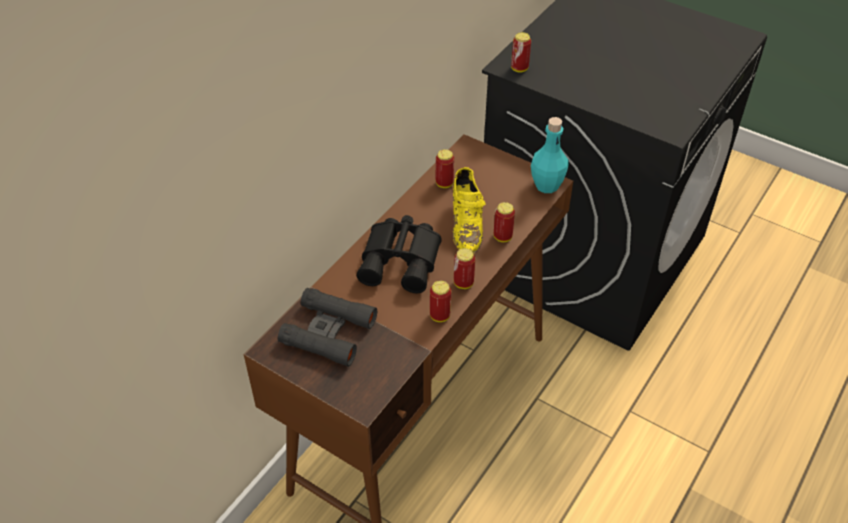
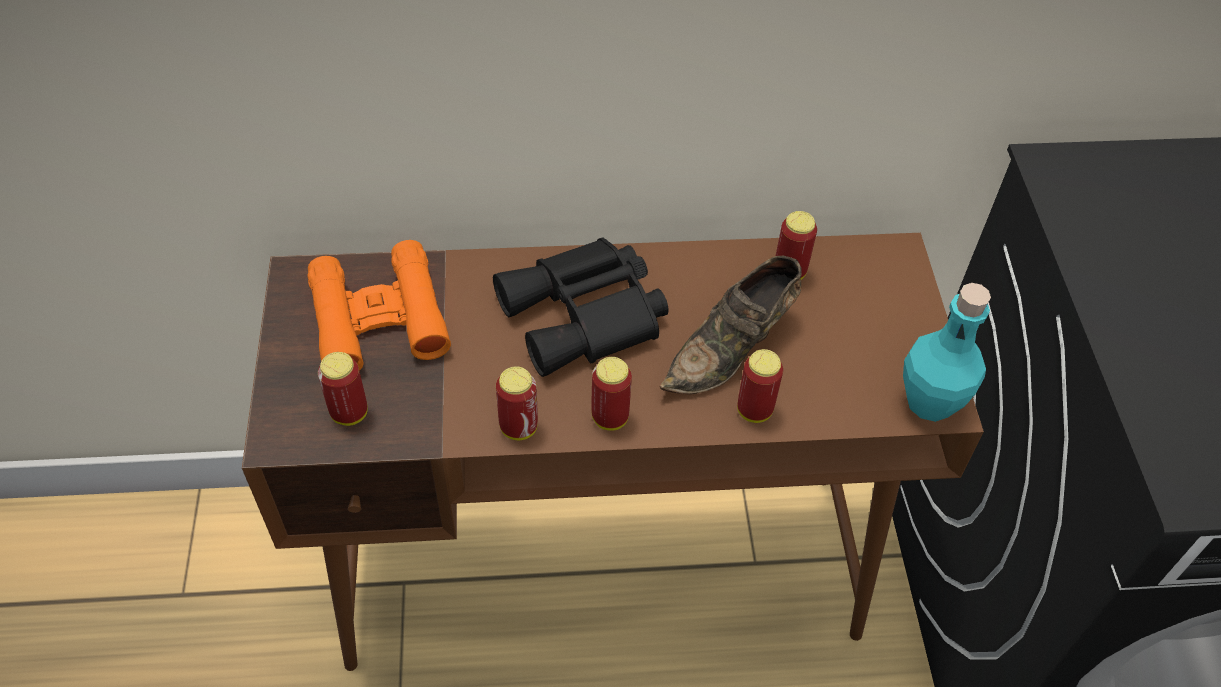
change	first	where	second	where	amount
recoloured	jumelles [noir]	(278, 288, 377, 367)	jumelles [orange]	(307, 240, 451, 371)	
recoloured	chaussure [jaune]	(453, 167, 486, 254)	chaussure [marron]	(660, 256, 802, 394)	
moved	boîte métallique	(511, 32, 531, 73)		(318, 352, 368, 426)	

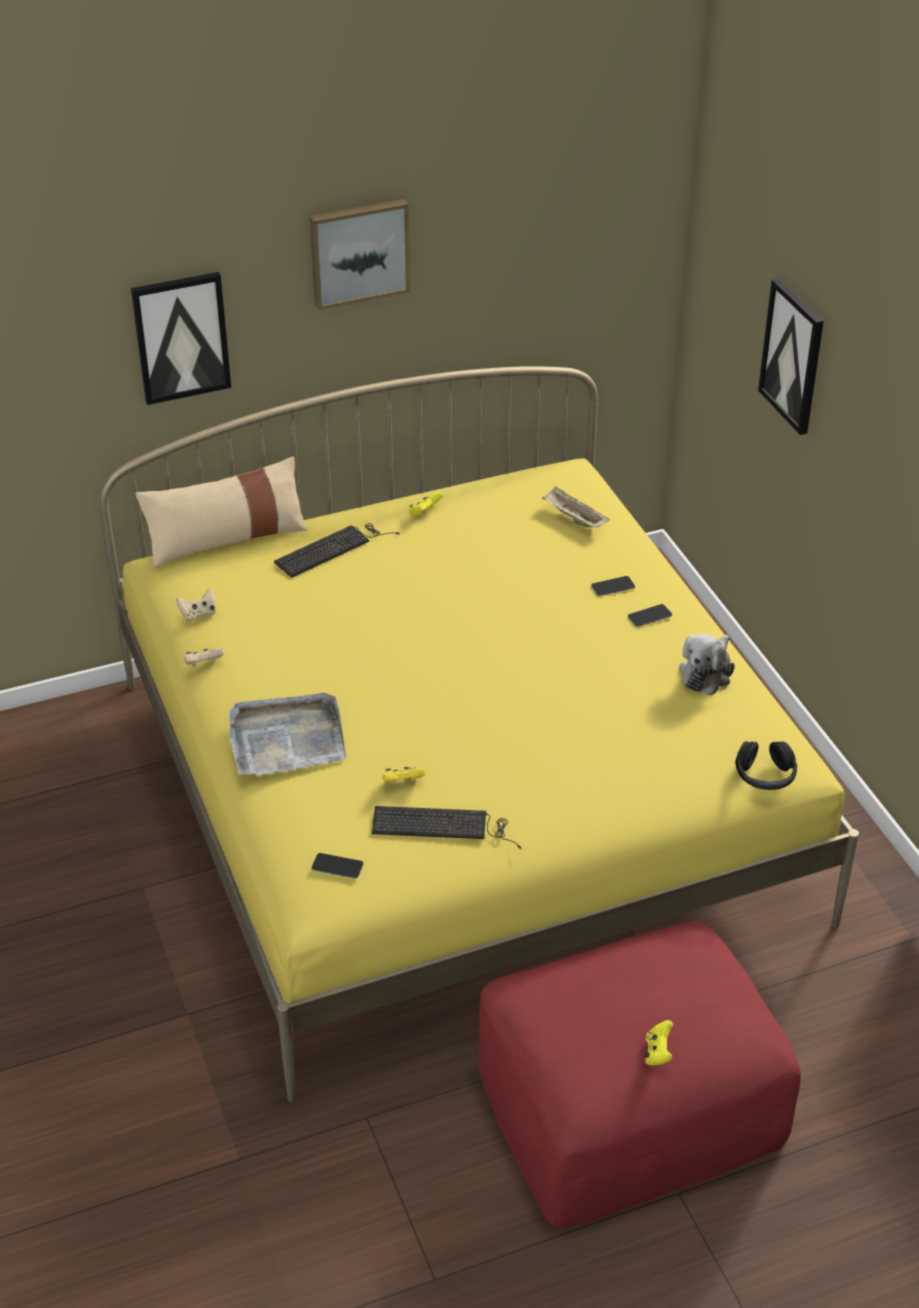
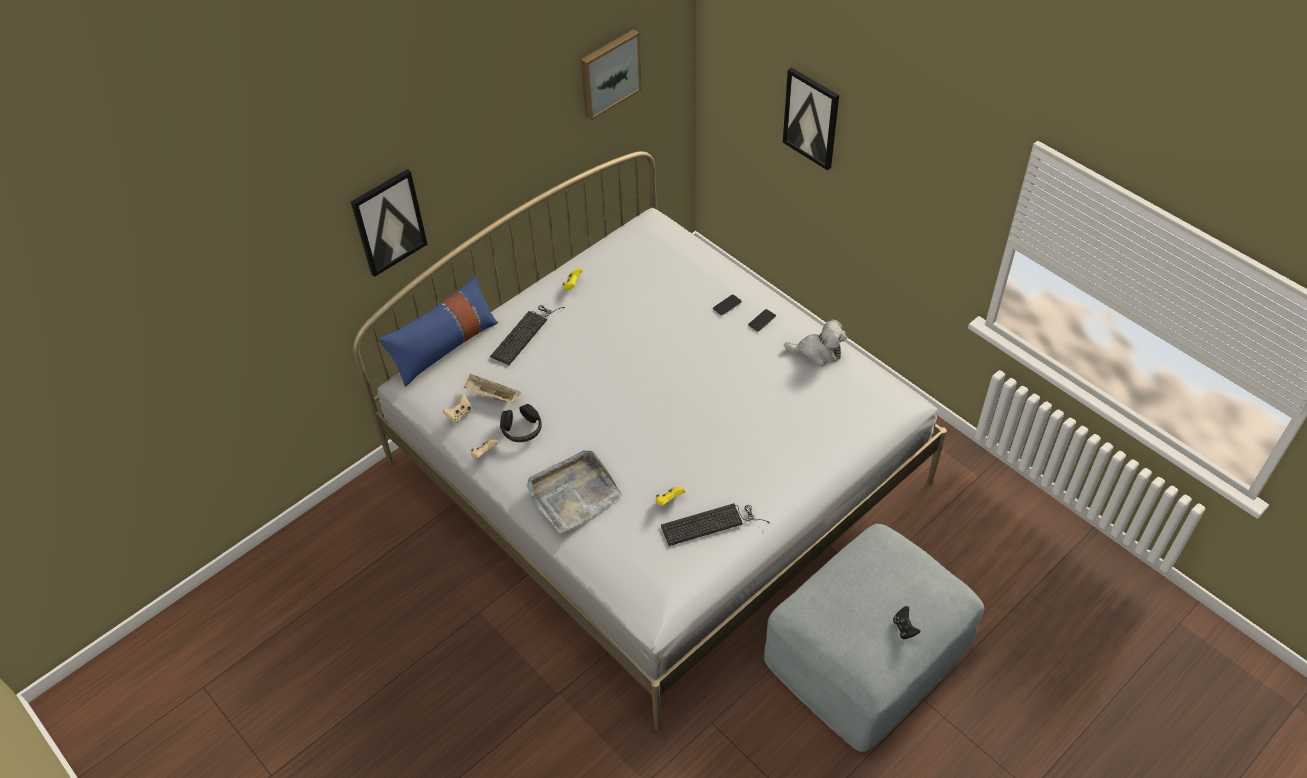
change	first	where	second	where	amount
recoloured	lit [jaune]	(99, 366, 859, 1102)	lit [blanc]	(352, 151, 947, 731)	
recoloured	coussin [beige]	(135, 456, 308, 568)	coussin [bleu]	(378, 275, 498, 387)	
moved	tableau	(310, 199, 410, 310)		(581, 29, 642, 120)	
removed	téléphone	(312, 853, 363, 879)			
recoloured	pouf [rouge]	(479, 922, 801, 1228)	pouf [gris]	(764, 524, 984, 752)	
moved	plateau [beige]	(542, 487, 610, 528)		(464, 374, 521, 403)	
recoloured	manette [jaune]	(645, 1020, 673, 1066)	manette [noir]	(893, 606, 920, 639)	
turned	peluche	(679, 634, 735, 695)		(784, 320, 847, 366)	90 degrees counterclockwise
moved	casque audio [noir]	(735, 741, 797, 790)		(500, 404, 542, 442)	

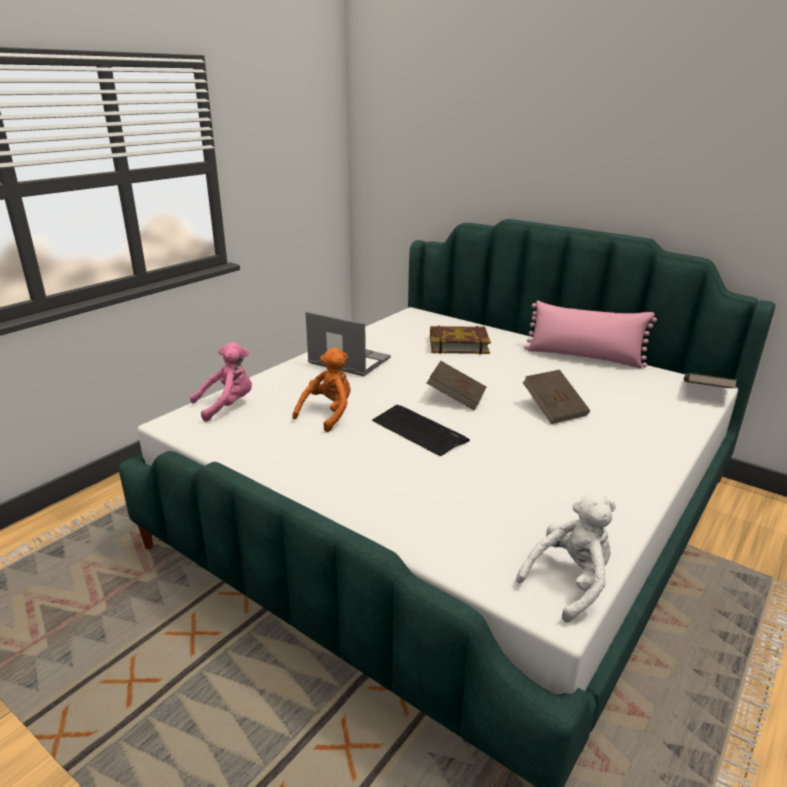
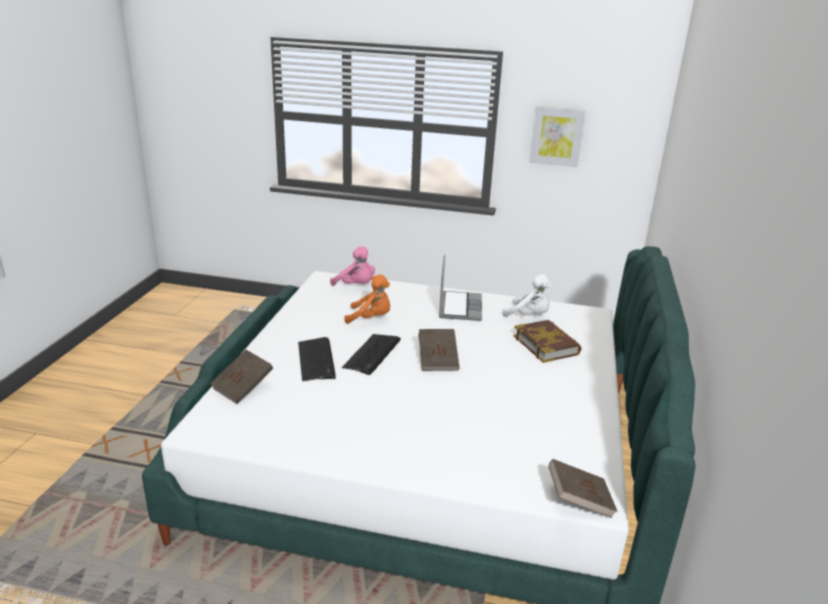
change	first	where	second	where	amount
moved	peluche [blanc]	(516, 492, 616, 623)		(503, 274, 551, 317)	
moved	livre [marron]	(523, 370, 590, 424)		(210, 350, 273, 404)	
removed	coussin [rose]	(524, 300, 657, 369)			
added			clavier	(298, 337, 336, 381)	
added			tableau	(529, 106, 586, 167)	

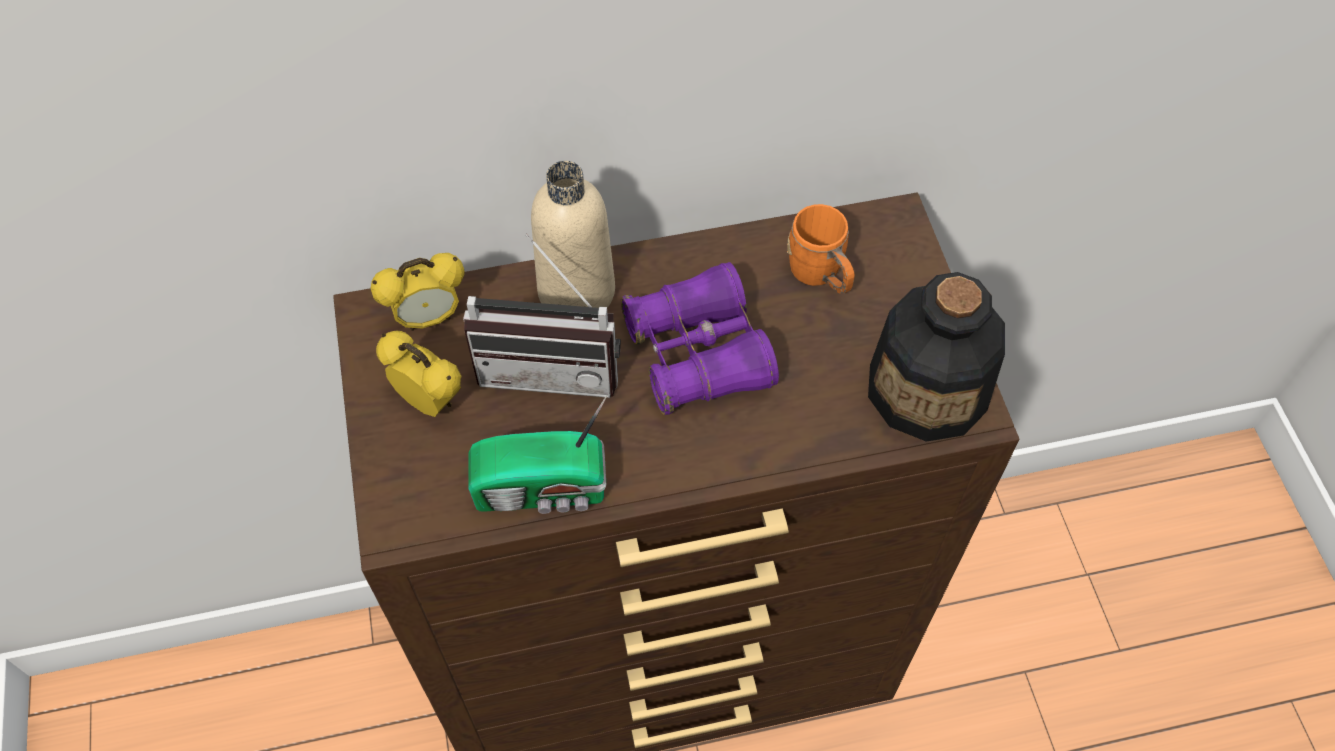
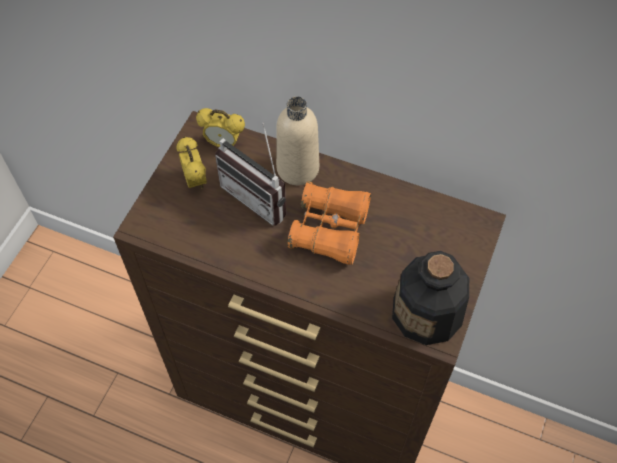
change	first	where	second	where	amount
removed	radio	(468, 395, 608, 514)			
recoloured	jumelles [violet]	(621, 262, 779, 415)	jumelles [orange]	(288, 181, 371, 265)	
removed	mug [orange]	(787, 204, 855, 294)			

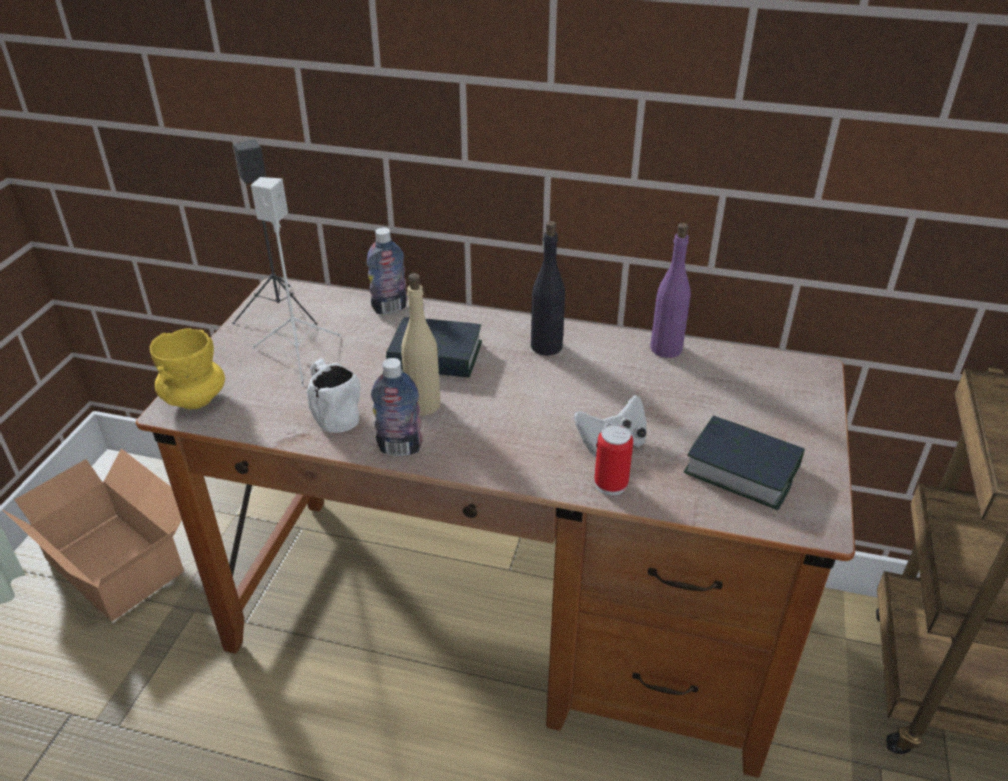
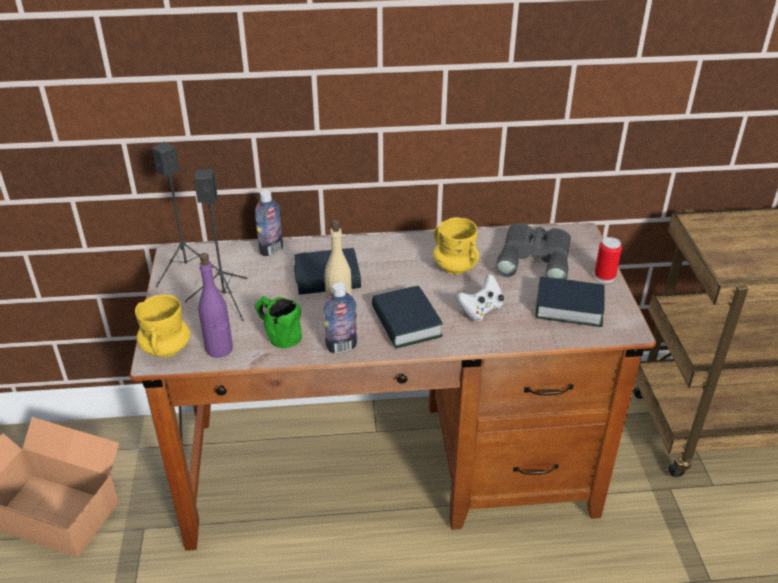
change	first	where	second	where	amount
recoloured	enceinte [blanc]	(251, 177, 341, 386)	enceinte [noir]	(185, 169, 248, 321)	
recoloured	mug [blanc]	(307, 358, 360, 433)	mug [vert]	(255, 296, 302, 348)	
removed	bouteille [noir]	(531, 221, 565, 356)			
moved	boîte métallique	(594, 424, 633, 495)		(594, 237, 622, 283)	
moved	bouteille [violet]	(650, 223, 691, 358)		(198, 253, 233, 358)	
added			livre	(372, 286, 443, 349)	
added			mug [jaune]	(433, 217, 479, 274)	
added			jumelles [gris]	(495, 223, 571, 279)	

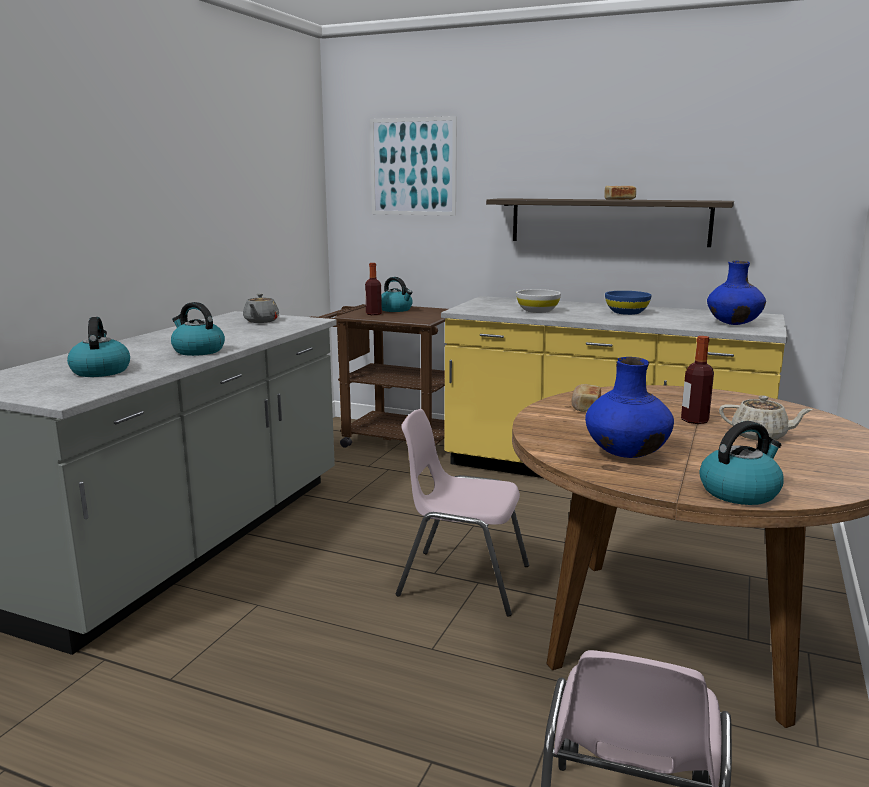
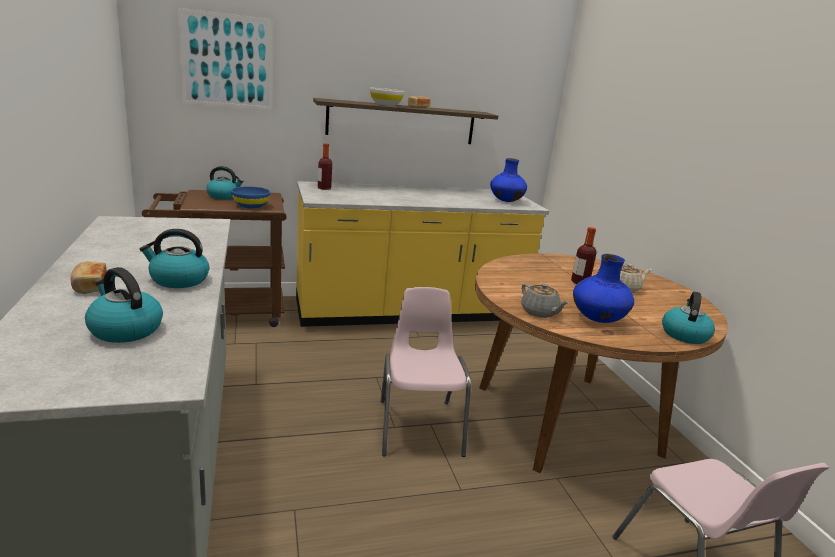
change	first	where	second	where	amount
moved	théière [gris]	(243, 294, 279, 323)		(521, 283, 568, 318)	
moved	bouteille	(365, 263, 382, 315)		(318, 143, 332, 190)	
turned	chaise [rose]	(396, 409, 529, 617)		(380, 287, 471, 457)	105 degrees clockwise
moved	bol [blanc]	(516, 289, 561, 313)		(370, 88, 404, 106)	
moved	pain	(572, 384, 601, 412)		(71, 261, 107, 294)	
moved	bol [bleu]	(605, 291, 652, 315)		(231, 186, 270, 208)	

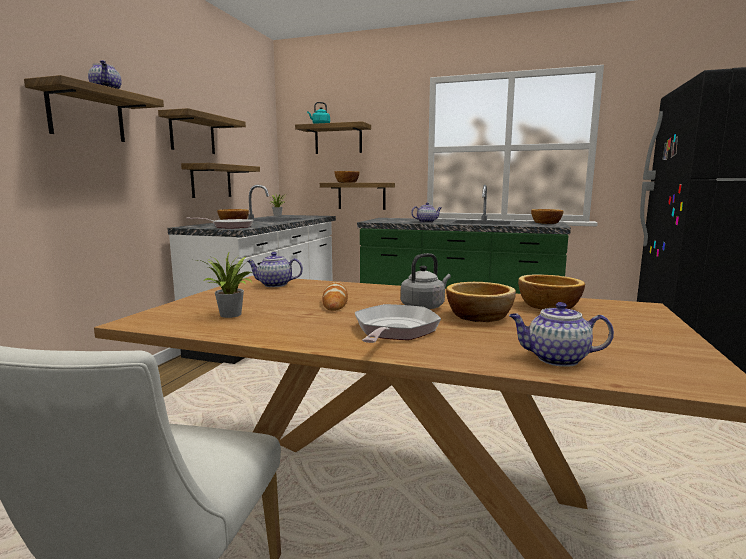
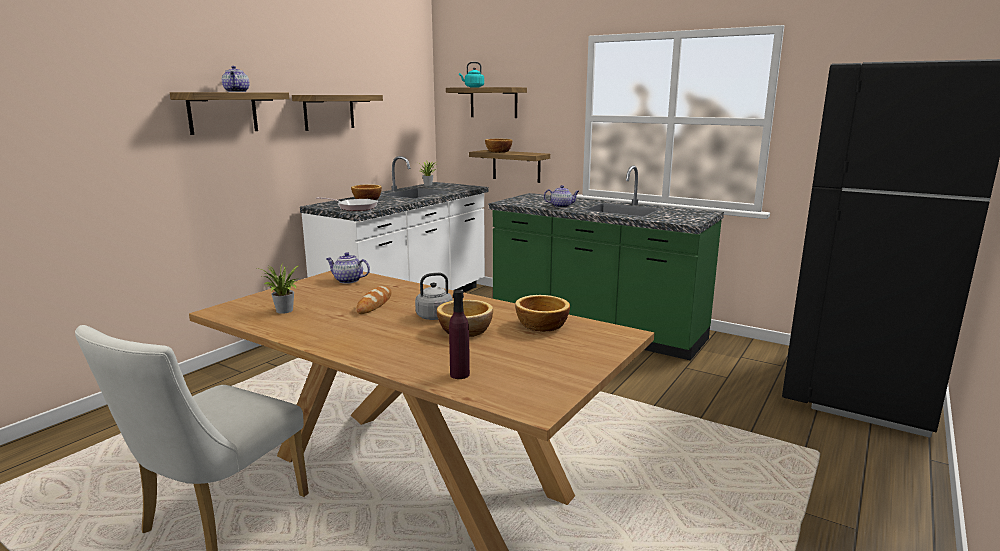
change	first	where	second	where	amount
removed	étagère	(181, 163, 260, 198)			
removed	poêle	(355, 304, 441, 343)			
replaced	théière	(509, 302, 614, 367)	bouteille [violet]	(449, 290, 470, 379)	
removed	bol	(531, 209, 563, 224)			

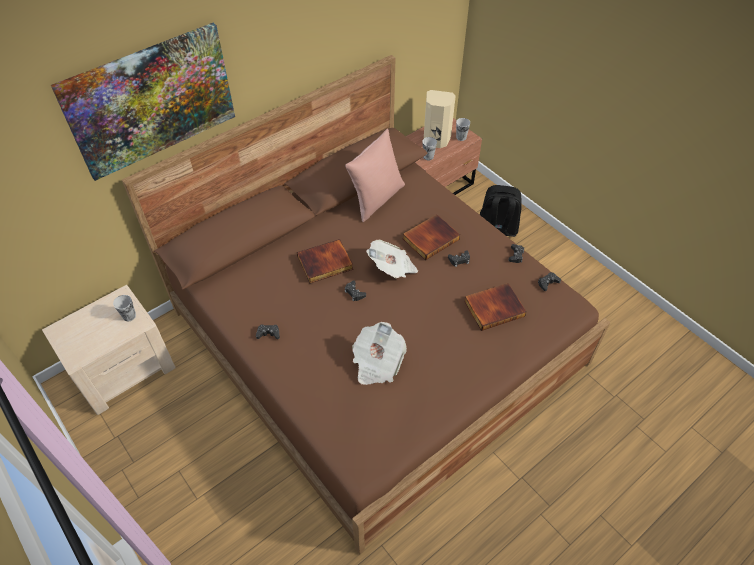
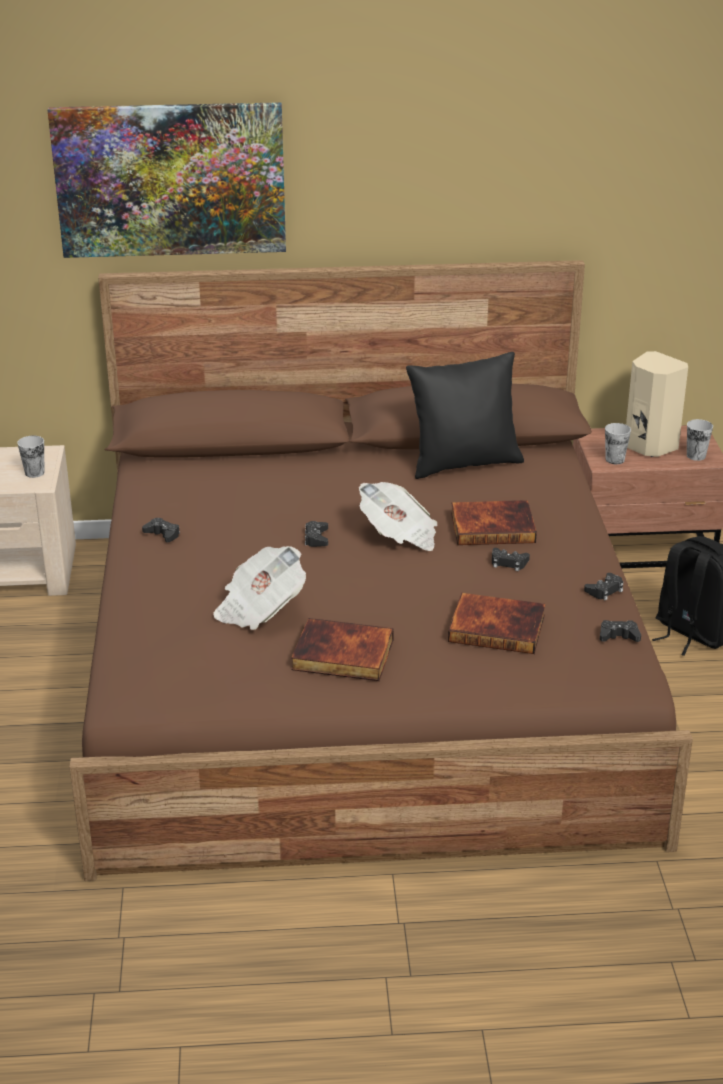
change	first	where	second	where	amount
moved	livre	(297, 239, 353, 283)		(291, 618, 394, 681)	
recoloured	coussin [rose]	(345, 129, 405, 222)	coussin [noir]	(406, 352, 524, 479)	

